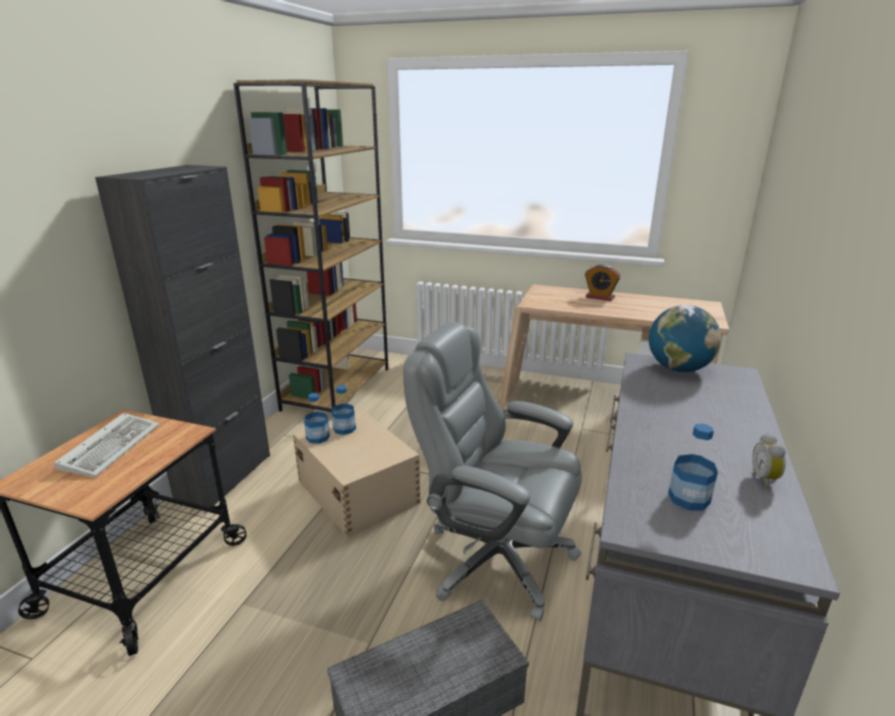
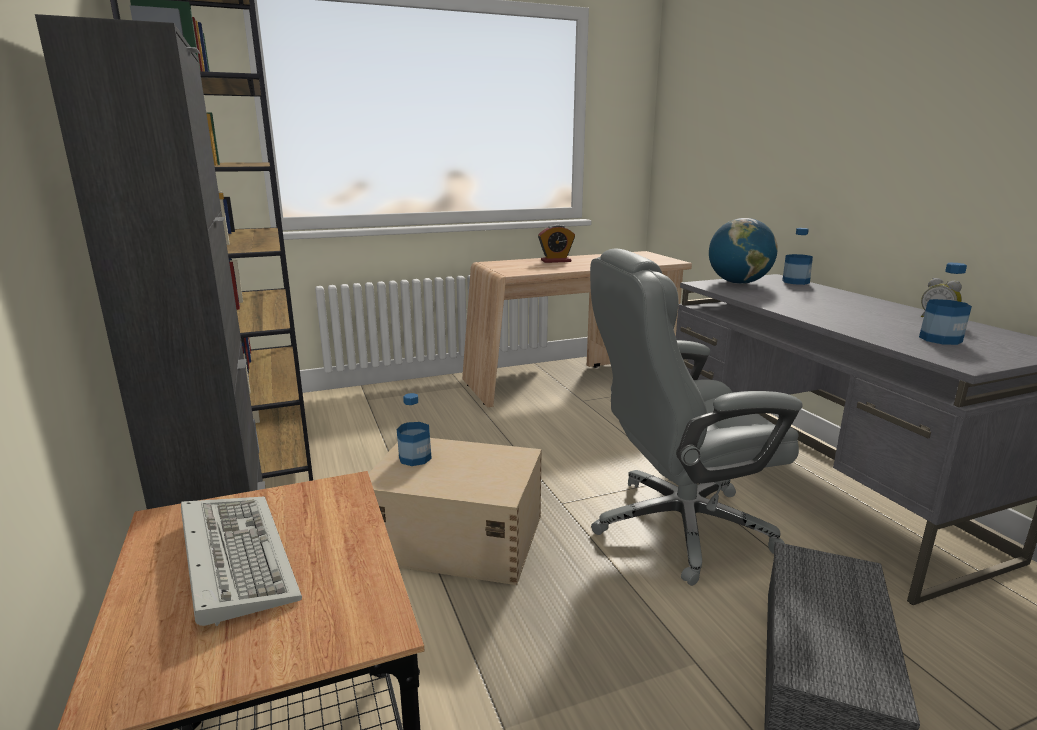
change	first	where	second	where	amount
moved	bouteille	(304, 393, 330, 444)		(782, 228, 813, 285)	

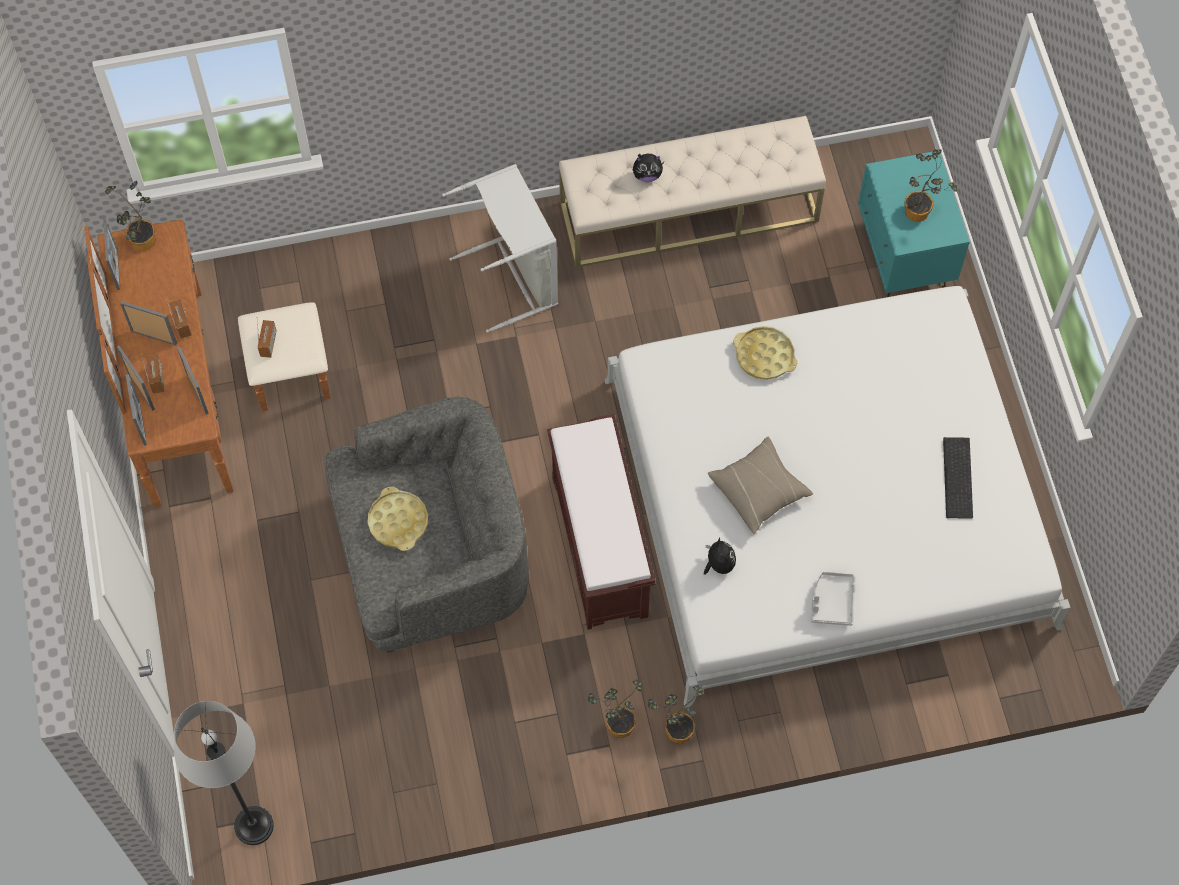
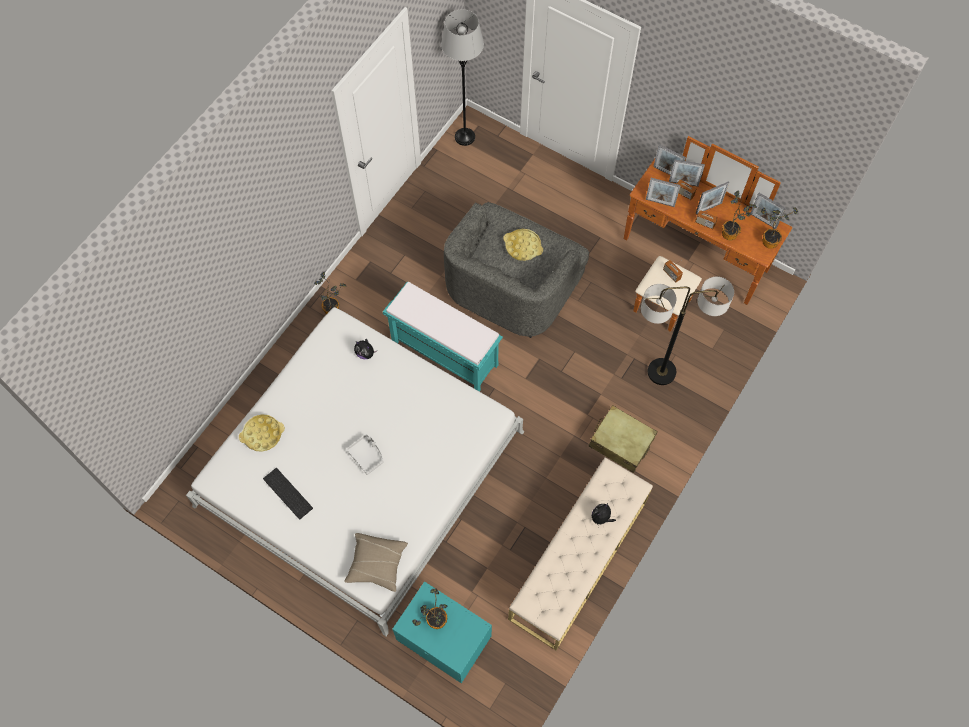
change	first	where	second	where	amount
replaced	panier à linge [gris]	(442, 164, 558, 333)	valise [beige]	(589, 405, 658, 473)	
recoloured	banc [marron]	(547, 414, 655, 630)	banc [turquoise]	(383, 282, 503, 392)	
moved	plante en pot	(588, 680, 643, 738)		(722, 191, 757, 240)	
moved	coussin [beige]	(708, 437, 813, 534)		(344, 533, 408, 592)	
moved	plateau [jaune]	(733, 326, 798, 380)		(239, 415, 285, 452)	
moved	plateau [gris]	(811, 572, 854, 626)		(346, 434, 384, 475)	
added			lampadaire	(641, 276, 734, 385)	

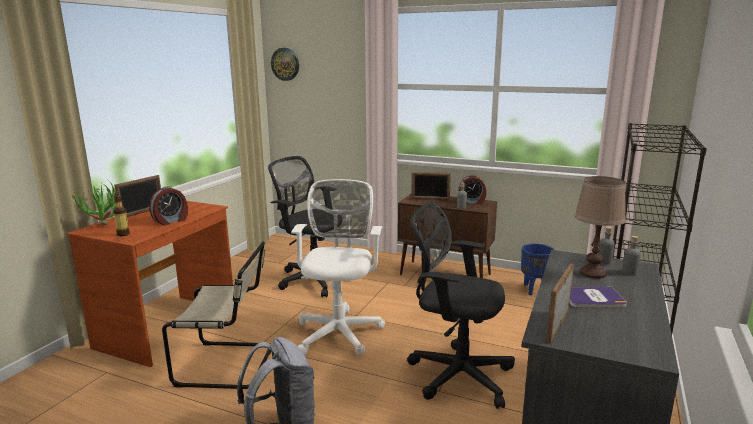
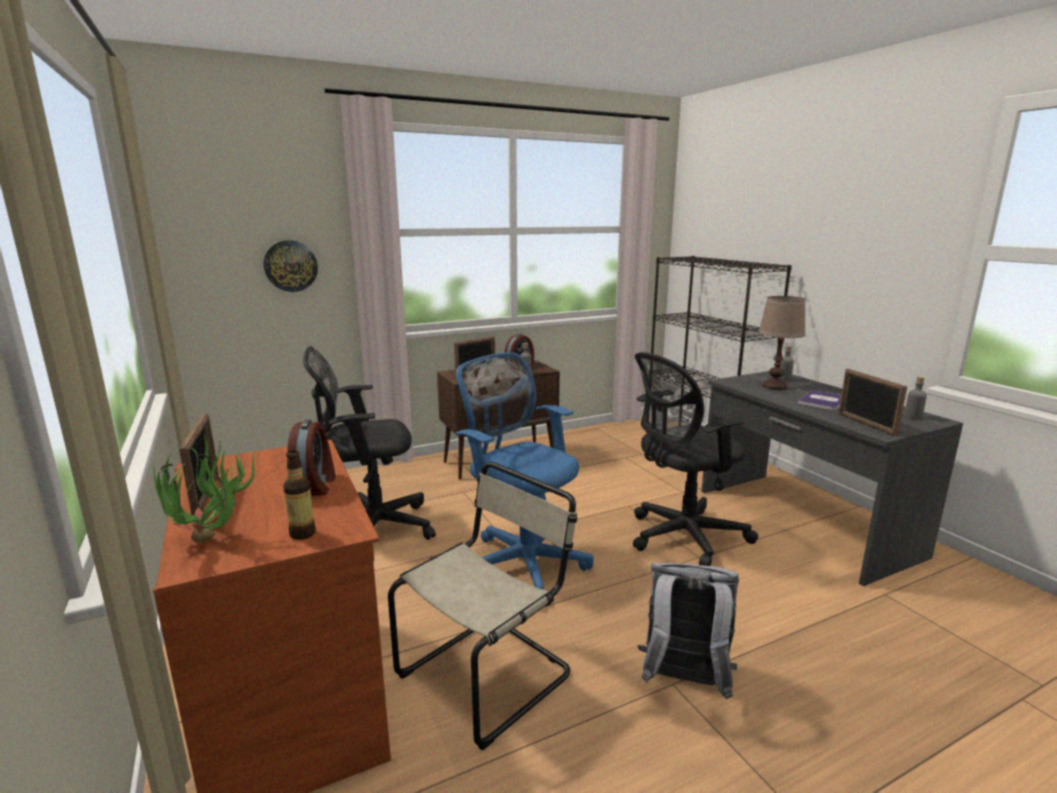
change	first	where	second	where	amount
moved	horloge murale	(271, 48, 299, 81)		(264, 240, 318, 292)	
recoloured	chaise de bureau [blanc]	(291, 179, 385, 355)	chaise de bureau [bleu]	(455, 352, 594, 590)	
removed	cache-pot [bleu]	(521, 243, 554, 295)			
moved	bouteille [gris]	(599, 227, 615, 265)		(904, 376, 927, 420)	

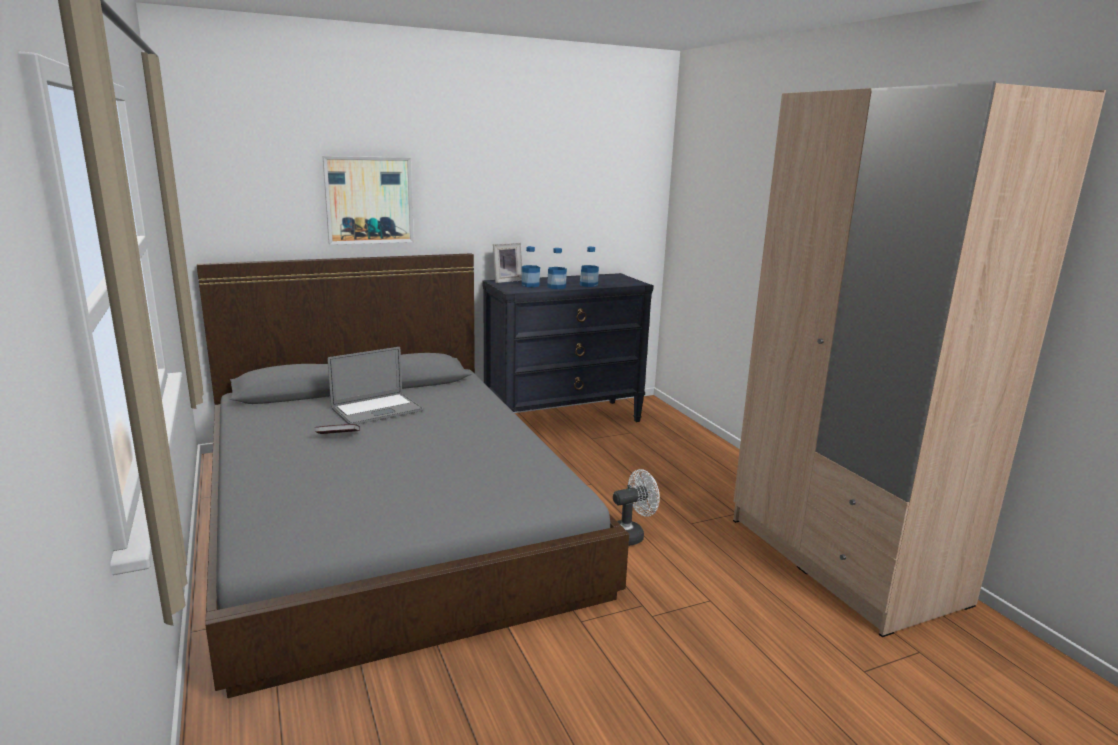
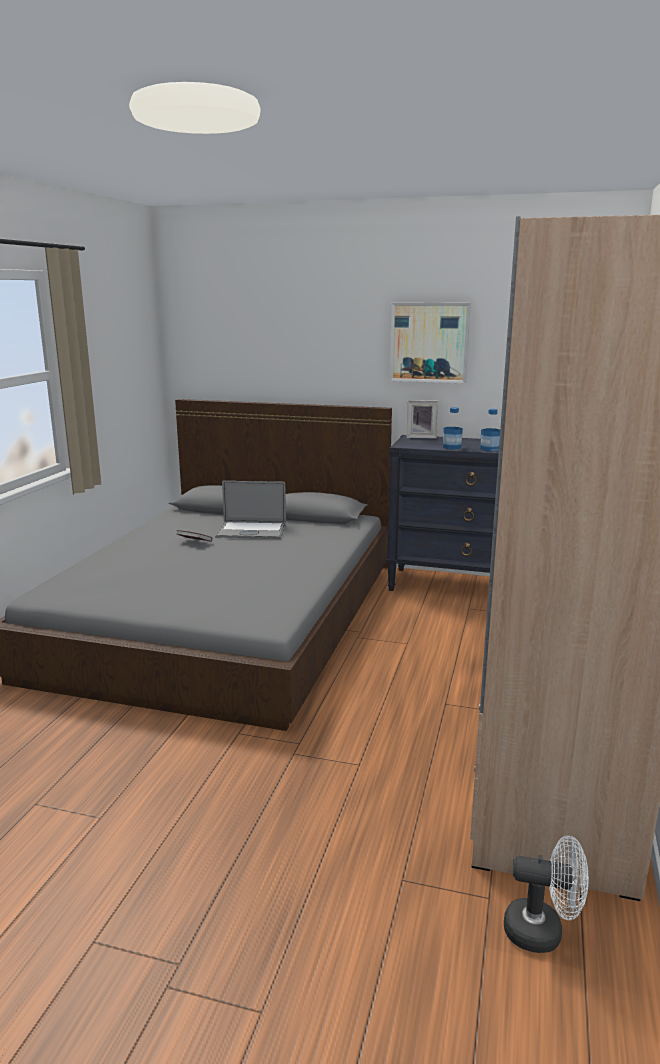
change	first	where	second	where	amount
moved	tableau	(323, 156, 414, 245)		(390, 302, 471, 383)	
removed	bouteille	(522, 246, 540, 287)			
moved	ventilateur [blanc]	(613, 469, 660, 546)		(504, 836, 589, 953)	

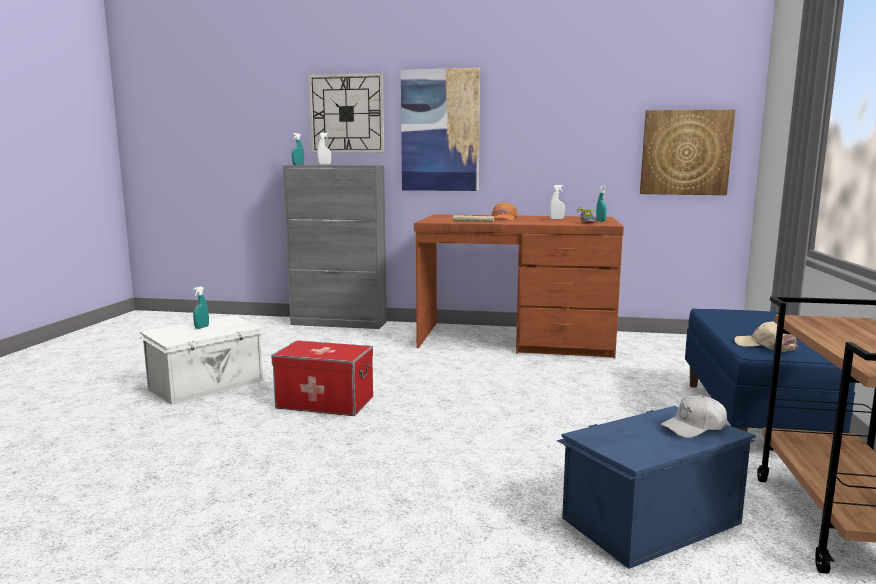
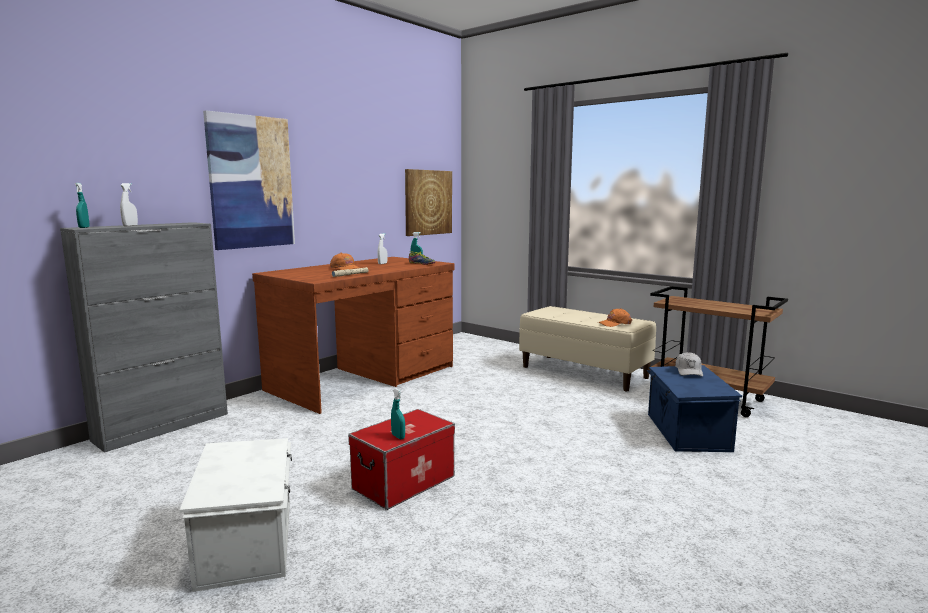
change	first	where	second	where	amount
moved	vaporisateur [turquoise]	(193, 286, 209, 329)		(391, 389, 405, 439)	
removed	horloge murale	(308, 73, 384, 153)			
recoloured	banc [bleu]	(685, 308, 855, 433)	banc [beige]	(519, 306, 656, 391)	
recoloured	casquette [beige]	(734, 322, 798, 352)	casquette [orange]	(598, 308, 632, 327)	

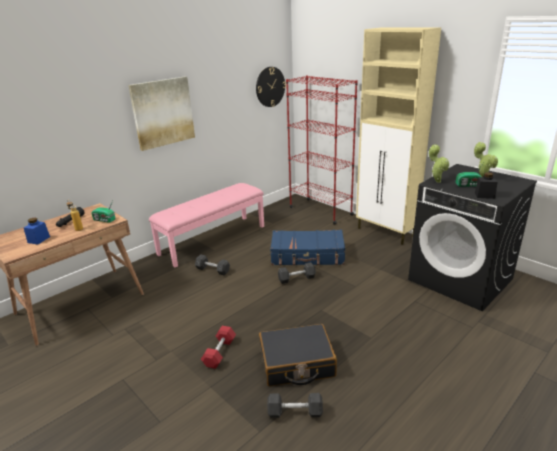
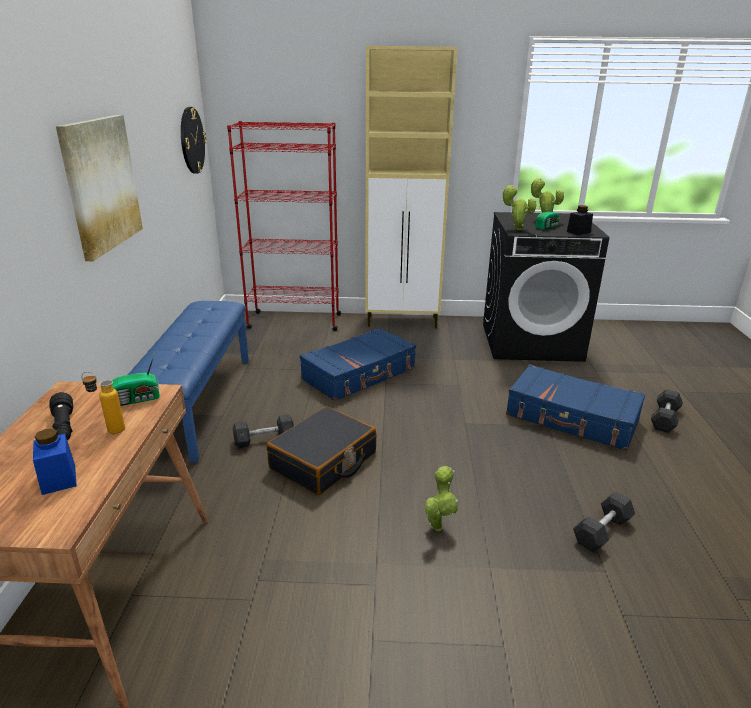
change	first	where	second	where	amount
recoloured	banc [rose]	(149, 183, 264, 267)	banc [bleu]	(128, 301, 249, 462)	
replaced	haltère [rouge]	(201, 326, 236, 369)	plante en pot	(424, 466, 458, 531)	
moved	valise [noir]	(259, 324, 337, 386)		(266, 406, 376, 495)	
moved	haltère [gris]	(278, 262, 316, 284)		(651, 389, 683, 433)	
added			valise [bleu]	(506, 364, 645, 451)	

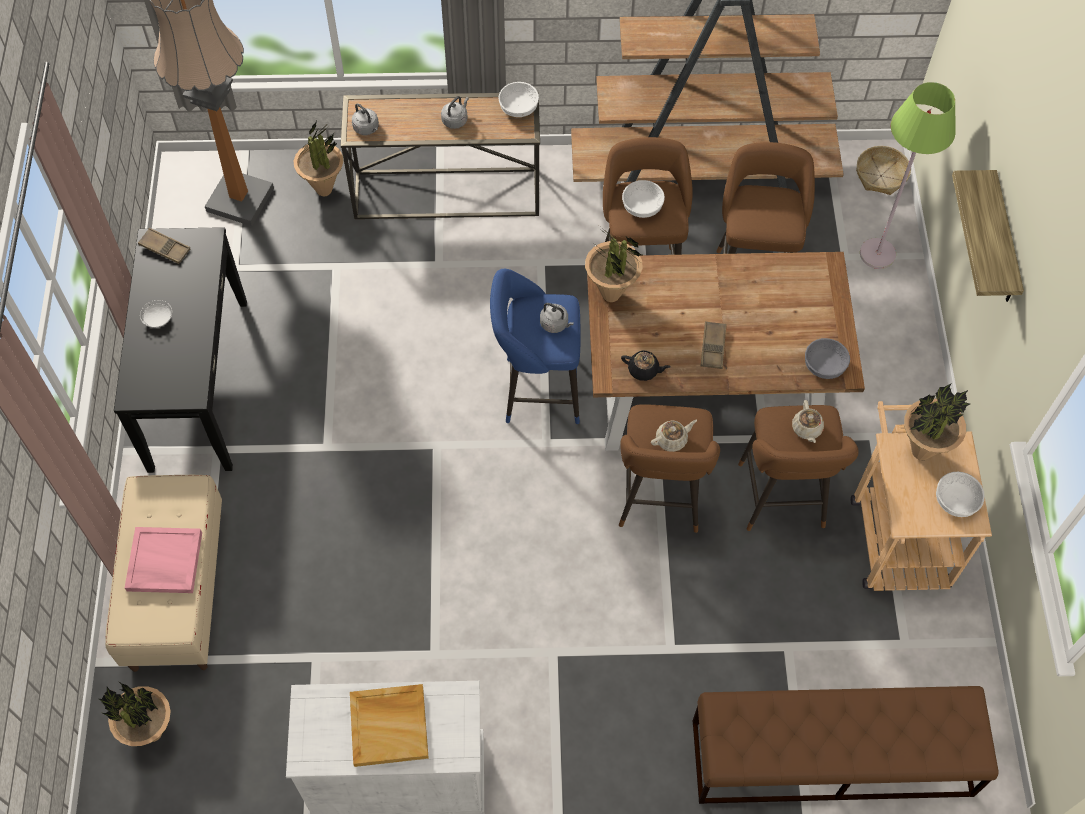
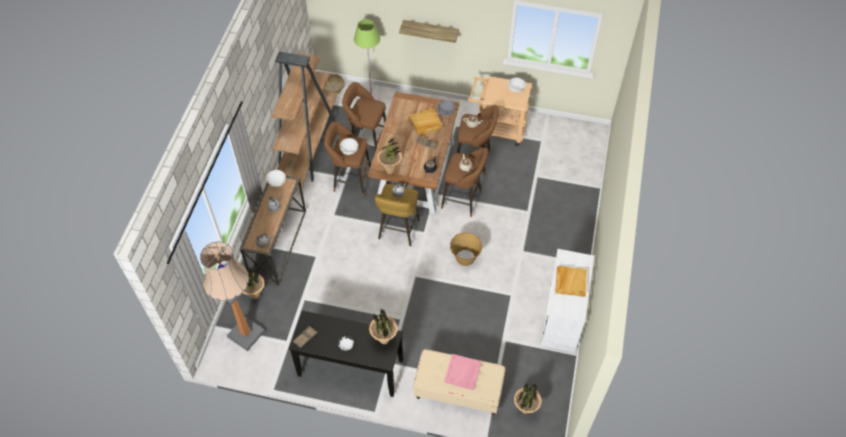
change	first	where	second	where	amount
recoloured	tabouret [bleu]	(490, 269, 580, 424)	tabouret [jaune]	(375, 184, 420, 246)	
removed	banc [marron]	(693, 686, 999, 804)			
moved	plante en pot	(904, 384, 970, 460)		(369, 308, 398, 344)	
added			plateau [beige]	(409, 108, 443, 136)	
added			panier	(450, 232, 482, 266)	

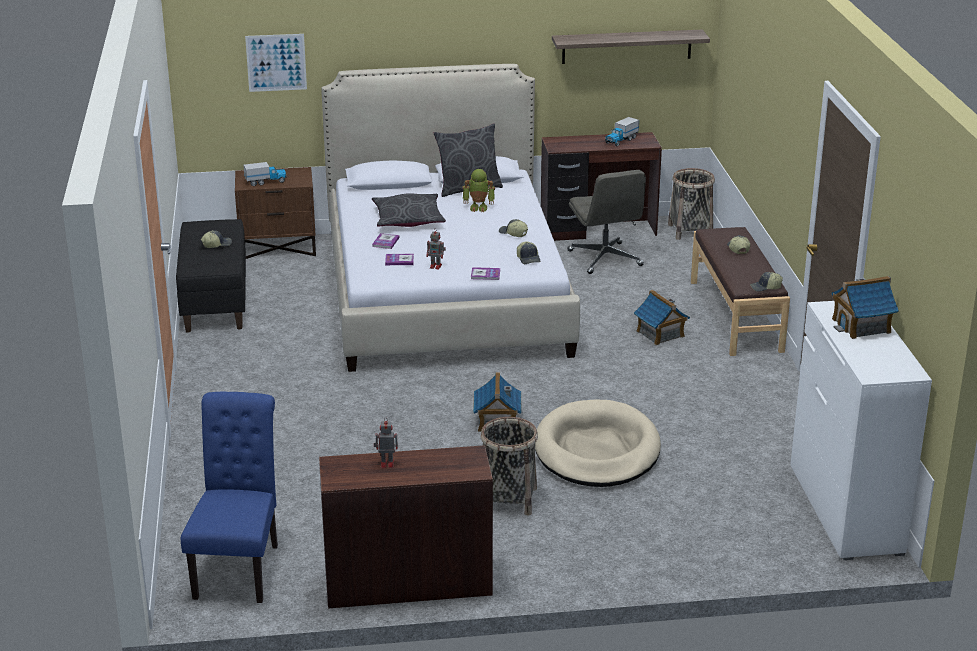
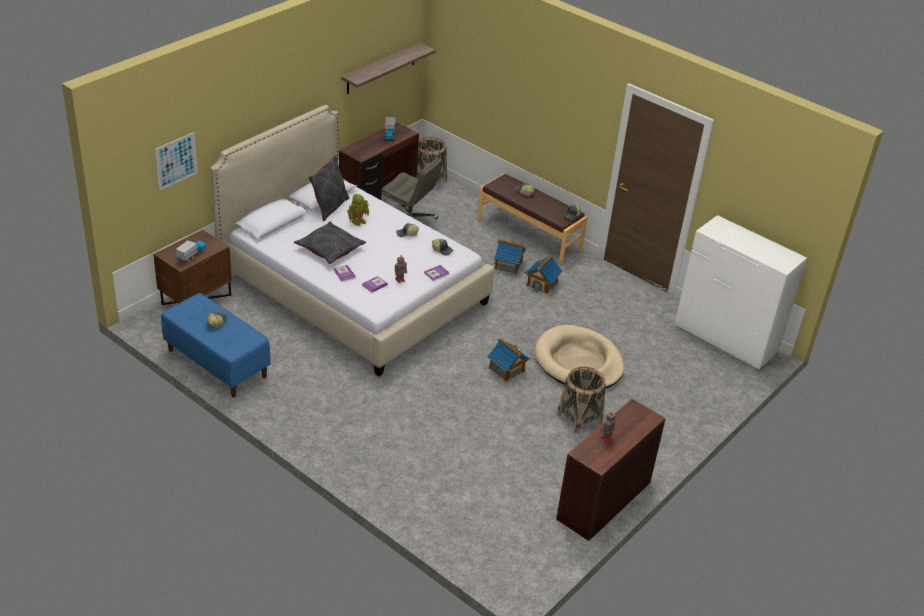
change	first	where	second	where	amount
recoloured	banc [noir]	(176, 219, 246, 333)	banc [bleu]	(161, 293, 271, 397)	
removed	chaise [bleu]	(181, 392, 278, 603)			
moved	maison miniature	(831, 276, 899, 339)		(525, 255, 563, 294)	

